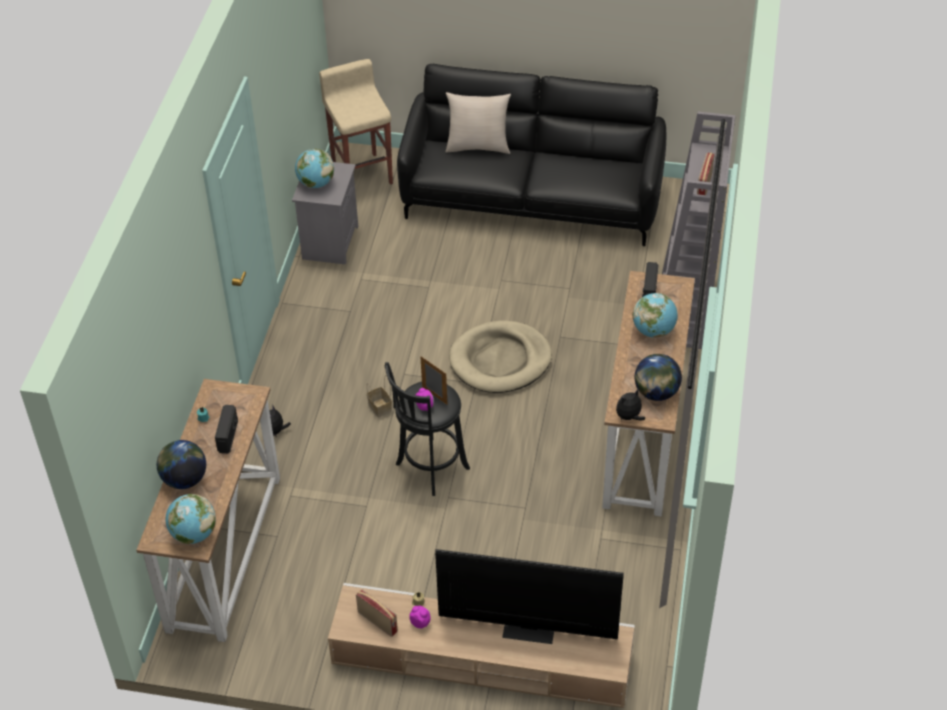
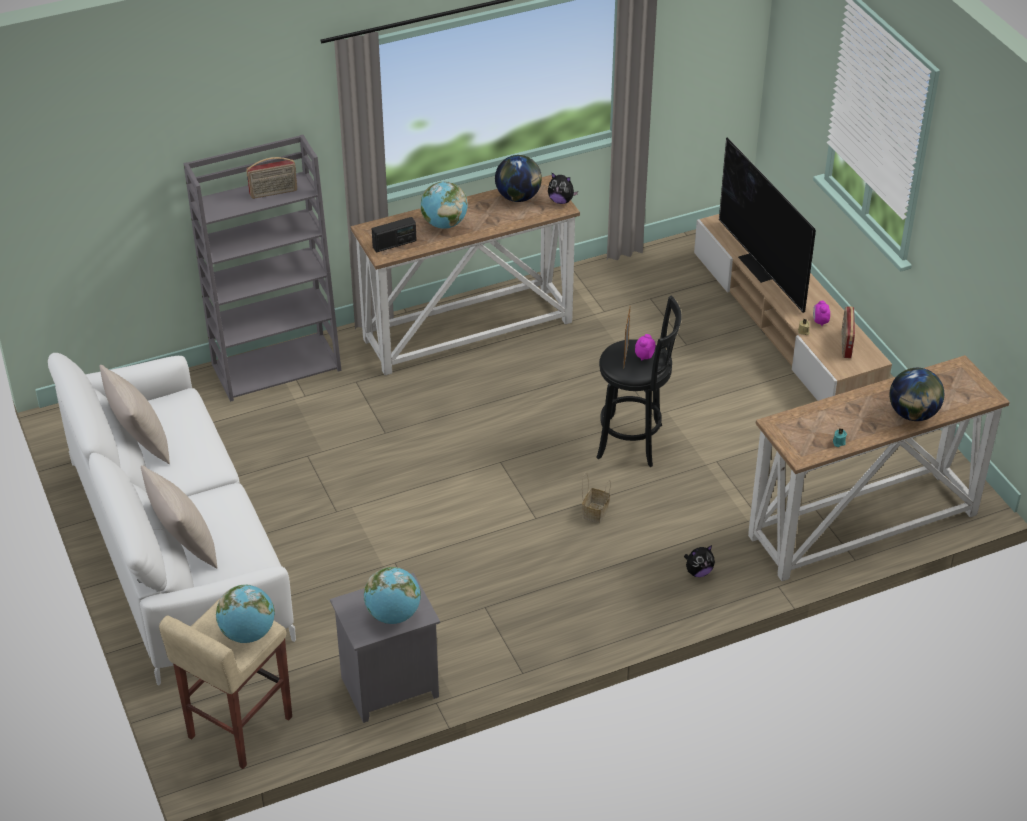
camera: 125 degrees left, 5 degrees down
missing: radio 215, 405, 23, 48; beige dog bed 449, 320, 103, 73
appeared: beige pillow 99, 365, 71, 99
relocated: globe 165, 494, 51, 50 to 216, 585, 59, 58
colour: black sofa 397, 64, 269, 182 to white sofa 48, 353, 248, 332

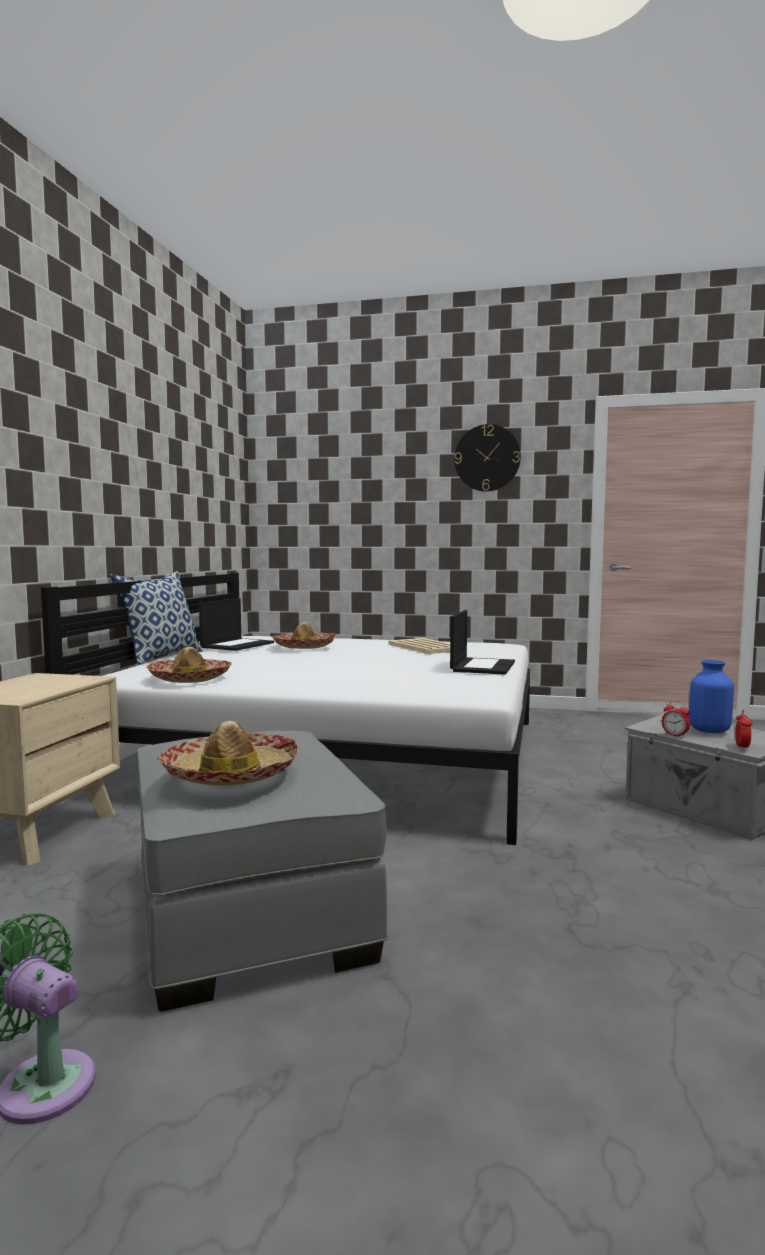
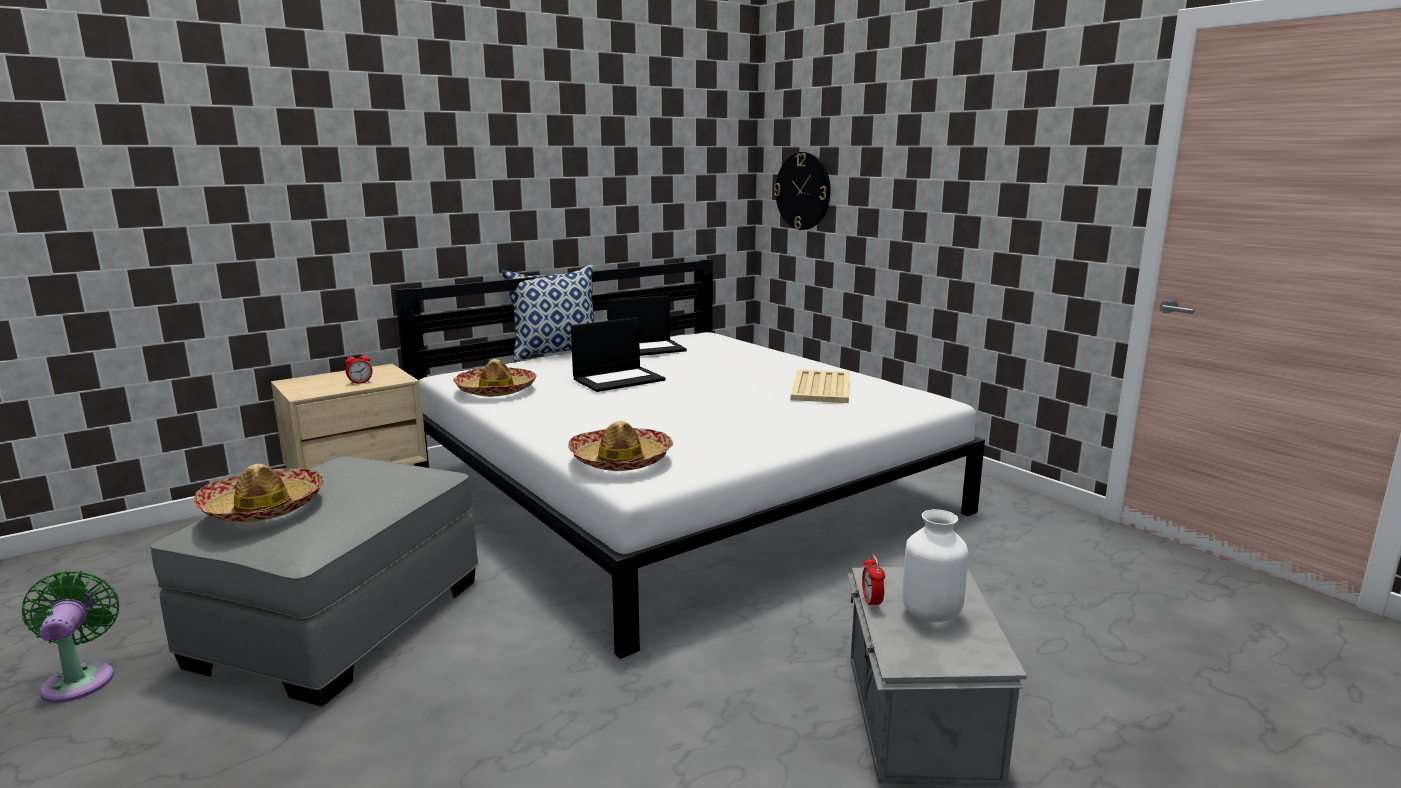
camera: 40 degrees right, 10 degrees up
relocated: hat 272, 622, 64, 27 to 568, 421, 105, 50; laptop 450, 610, 65, 65 to 571, 317, 95, 75; wall clock 454, 424, 67, 68 to 774, 152, 57, 78; alarm clock 735, 710, 17, 40 to 345, 351, 28, 34
colour: blue vase 689, 660, 45, 73 to white vase 902, 509, 67, 113

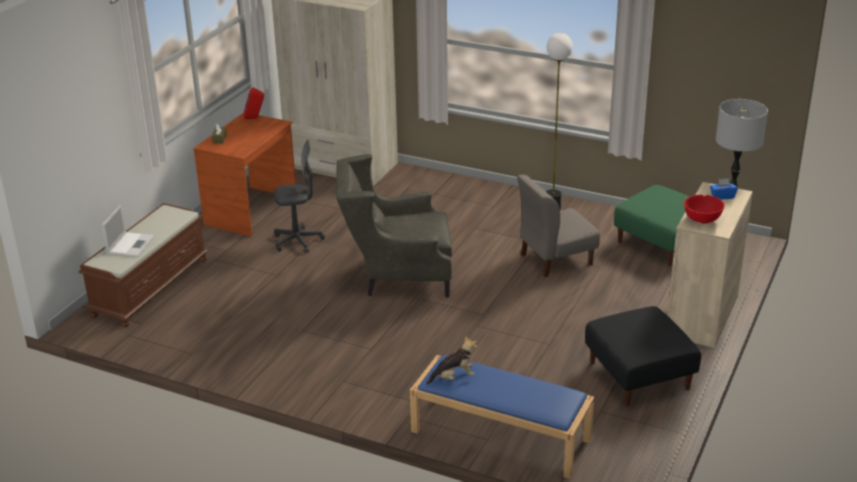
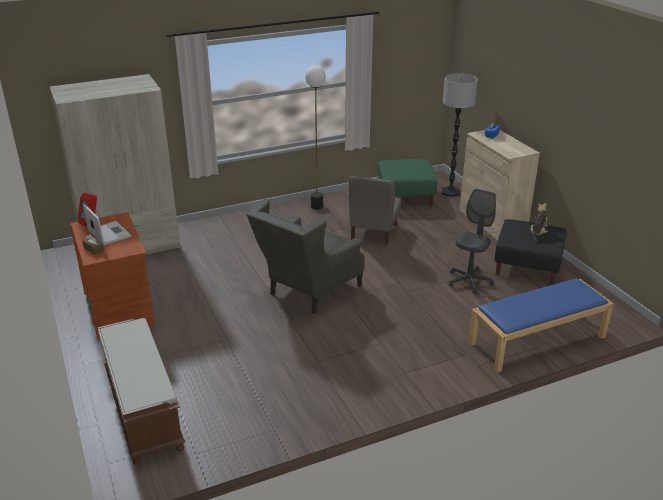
camera: 50 degrees left, 0 degrees up
missing: red bowl 684, 195, 41, 29
relocated: laptop 101, 205, 54, 52 to 83, 204, 48, 41; grey office chair 274, 140, 51, 114 to 449, 189, 47, 105; plush toy 426, 336, 51, 49 to 531, 202, 17, 41

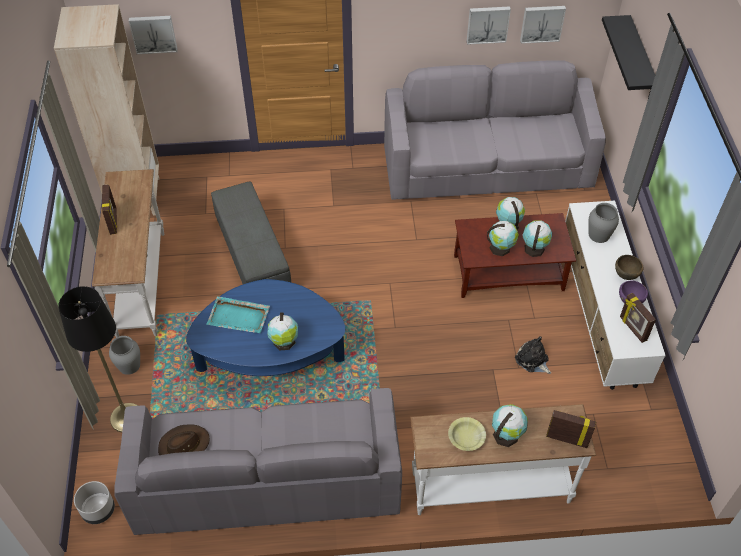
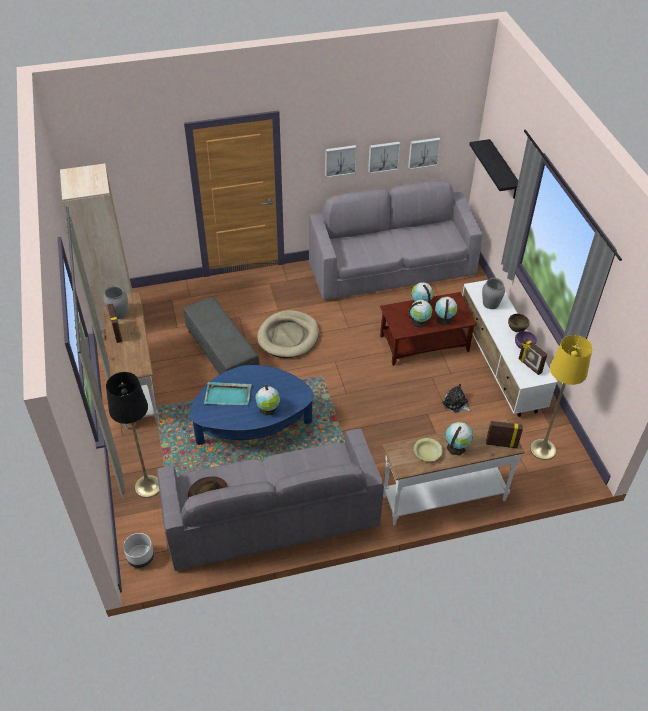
camera: 10 degrees left, 5 degrees down
appeared: beige dog bed 257, 310, 62, 48; yellow floor lamp 530, 335, 62, 125
relocated: grey vase 109, 336, 31, 39 to 103, 286, 25, 33; picture 129, 16, 49, 38 to 325, 145, 32, 33

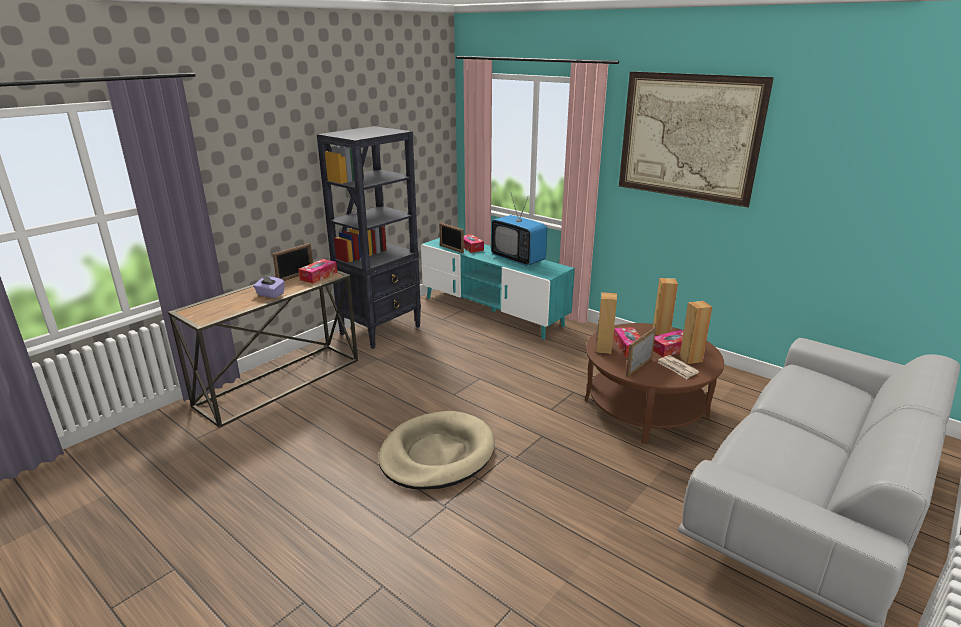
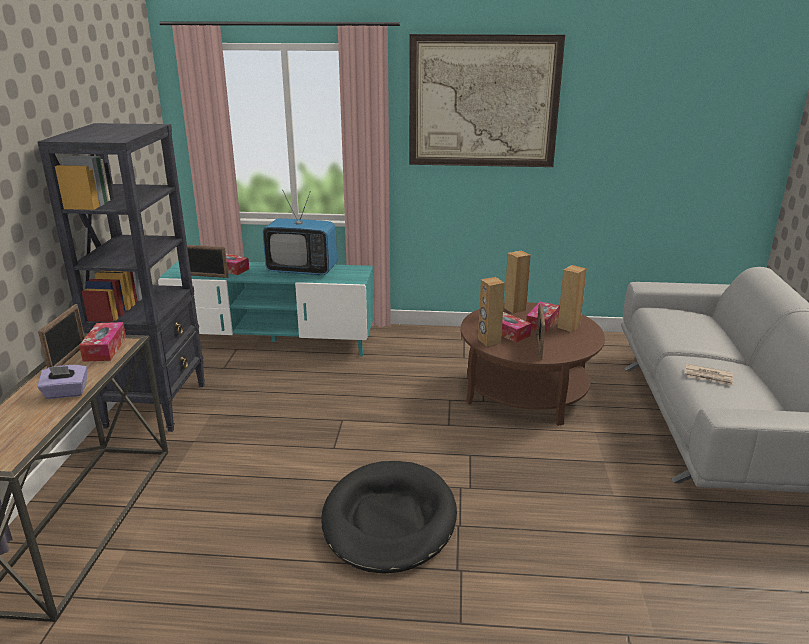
camera: 35 degrees left, 0 degrees up
relocated: newspaper 657, 355, 42, 24 to 685, 364, 49, 22
colour: beige dog bed 378, 411, 117, 78 to black dog bed 321, 461, 136, 113

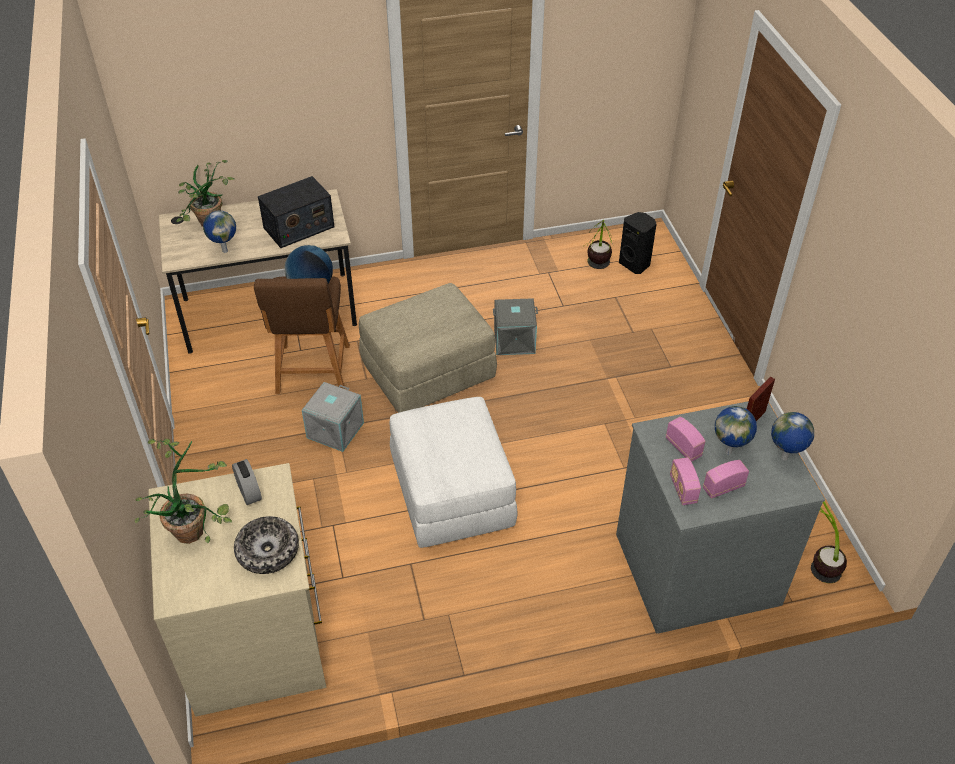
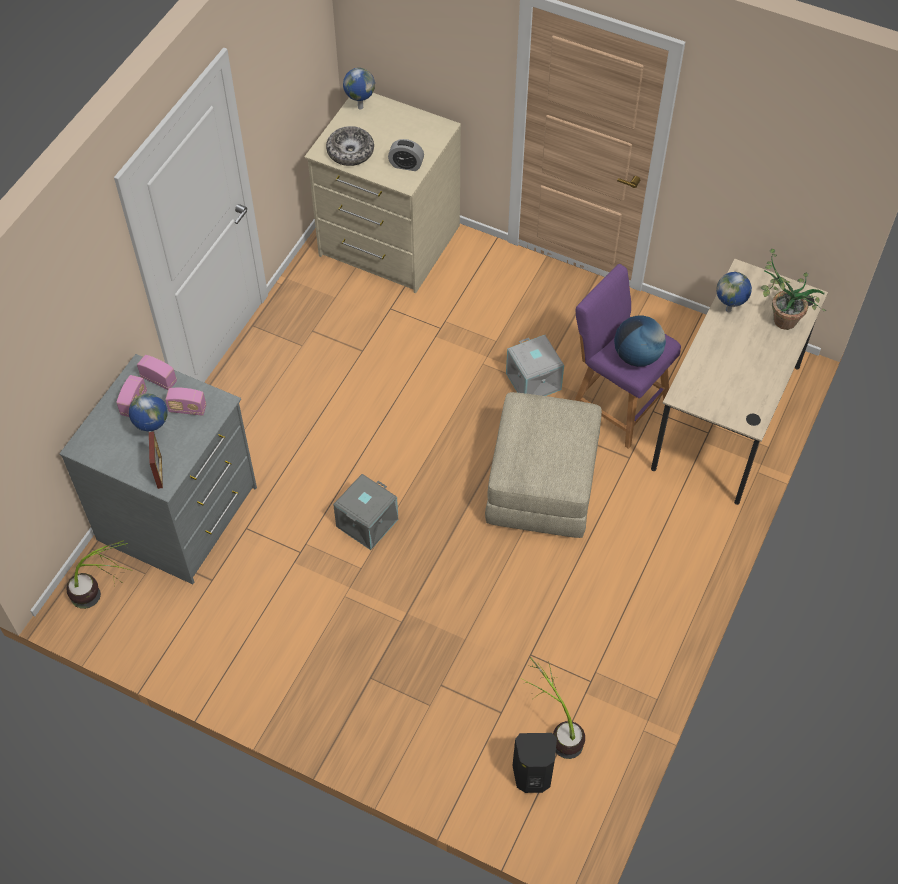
camera: 130 degrees right, 10 degrees up
missing: potted plant 135, 439, 97, 105; radio 258, 176, 77, 72; white ottoman 390, 397, 128, 151
relocated: grey storage box 493, 298, 45, 57 to 333, 474, 65, 76; globe 771, 412, 43, 49 to 343, 68, 32, 42
colour: brown stool 254, 276, 96, 118 to purple stool 575, 264, 106, 185

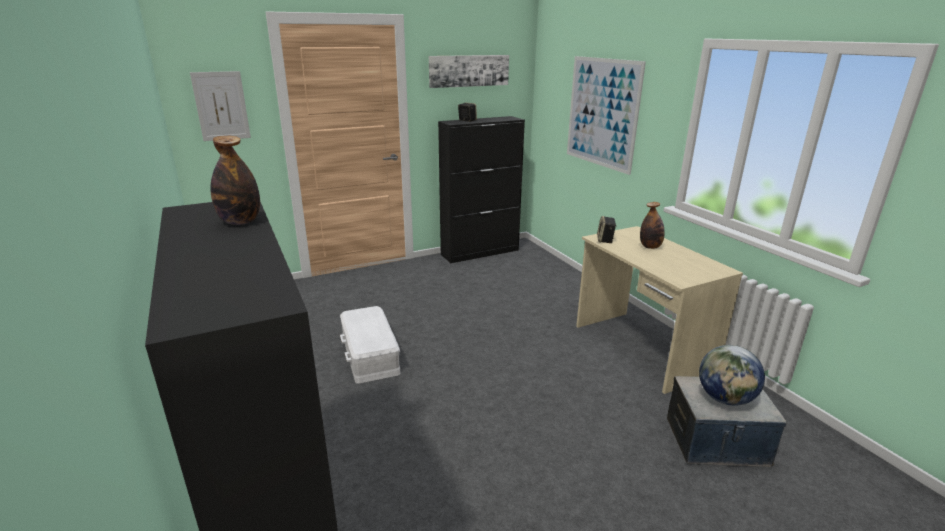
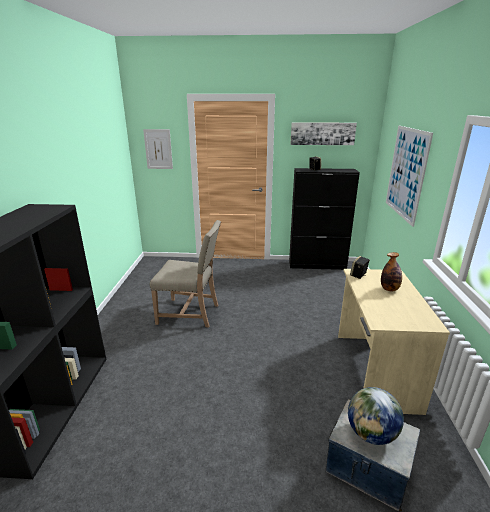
camera: 30 degrees right, 0 degrees up
missing: bottle 210, 136, 50, 89
exchanged: white storage box 340, 306, 60, 78 to beige chair 150, 220, 71, 107

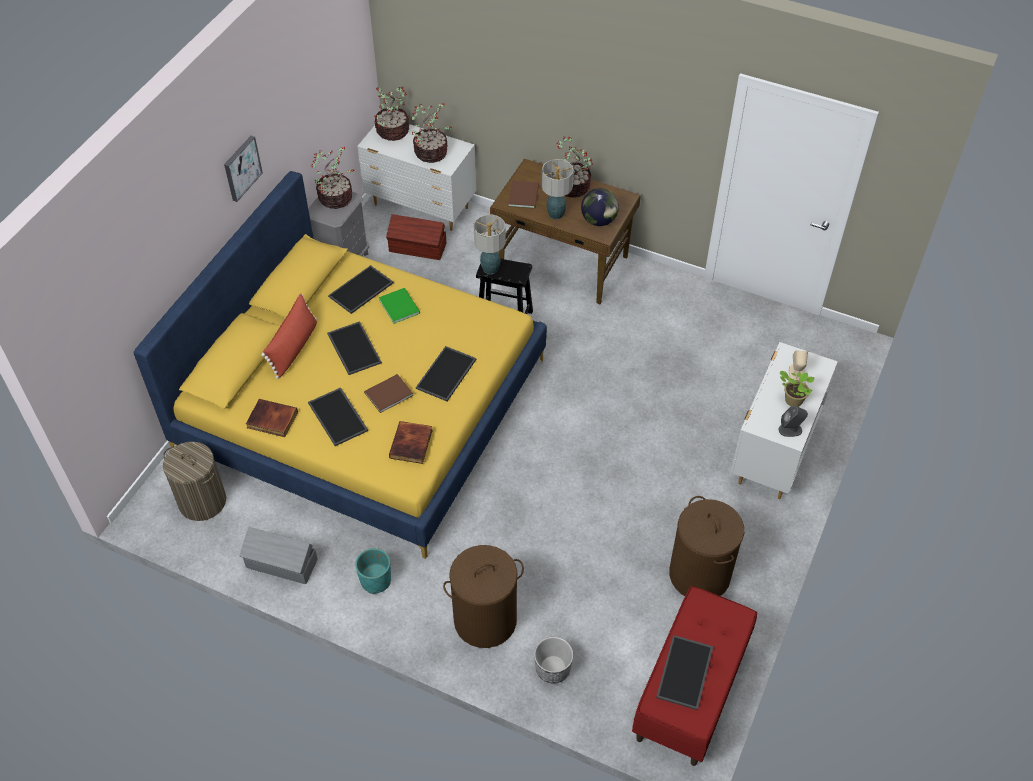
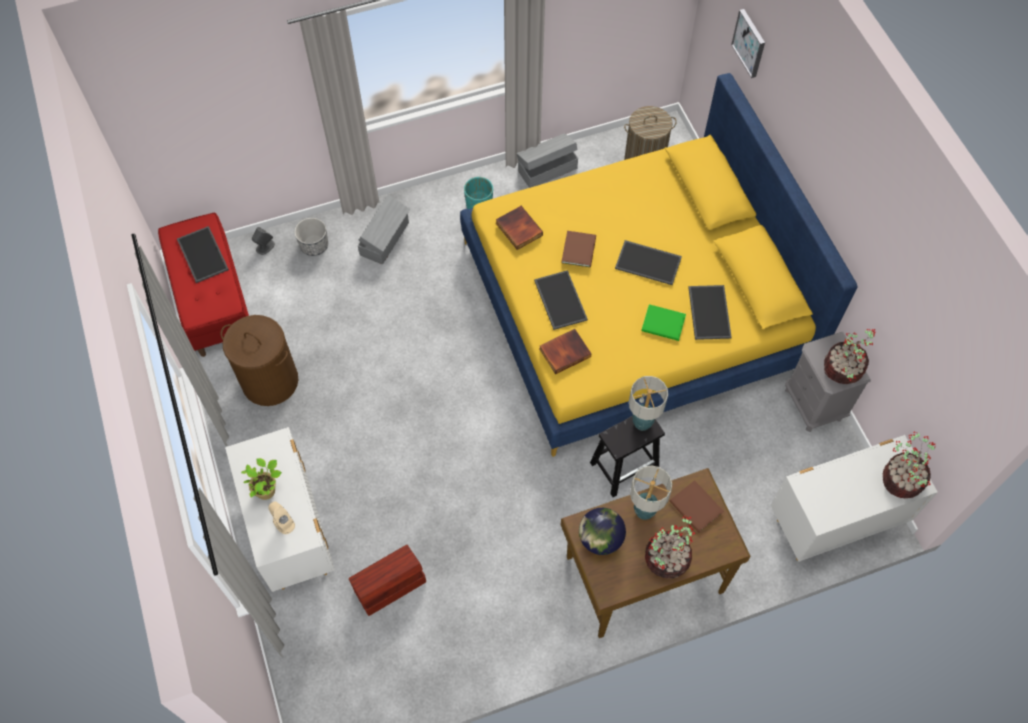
camera: 135 degrees right, 10 degrees up
missing: red pillow 261, 293, 56, 86; tray 308, 387, 60, 59; potted plant 411, 103, 41, 60
relocated: picture 224, 136, 39, 66 to 731, 9, 34, 69; book 246, 399, 52, 38 to 539, 329, 53, 45; brown storage box 386, 214, 60, 46 to 349, 545, 77, 71; grey speaker 779, 406, 29, 31 to 252, 227, 23, 28
exchanged: brown laundry basket 443, 545, 81, 103 to grey storage box 358, 195, 52, 70

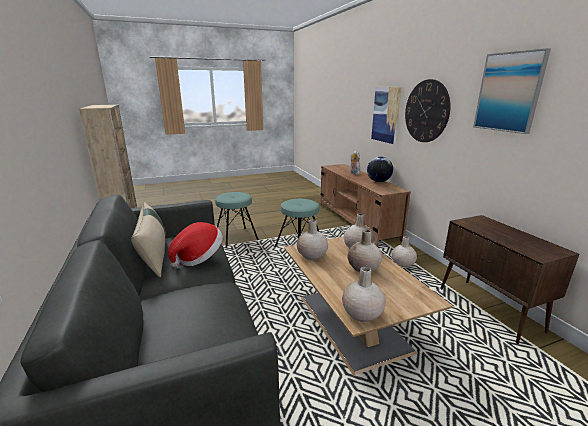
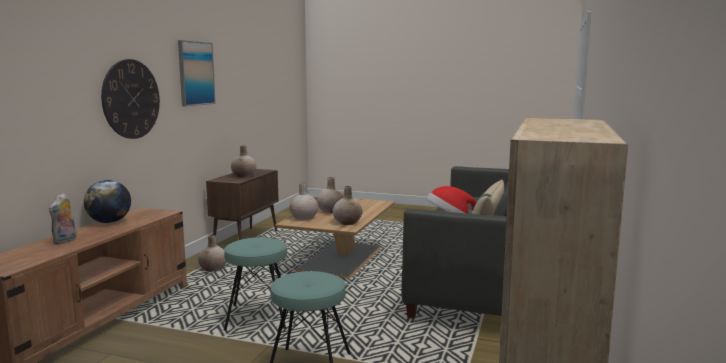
camera: 140 degrees left, 10 degrees down
missing: picture 371, 87, 31, 57
relocated: beige vase 342, 267, 44, 55 to 231, 145, 26, 33

